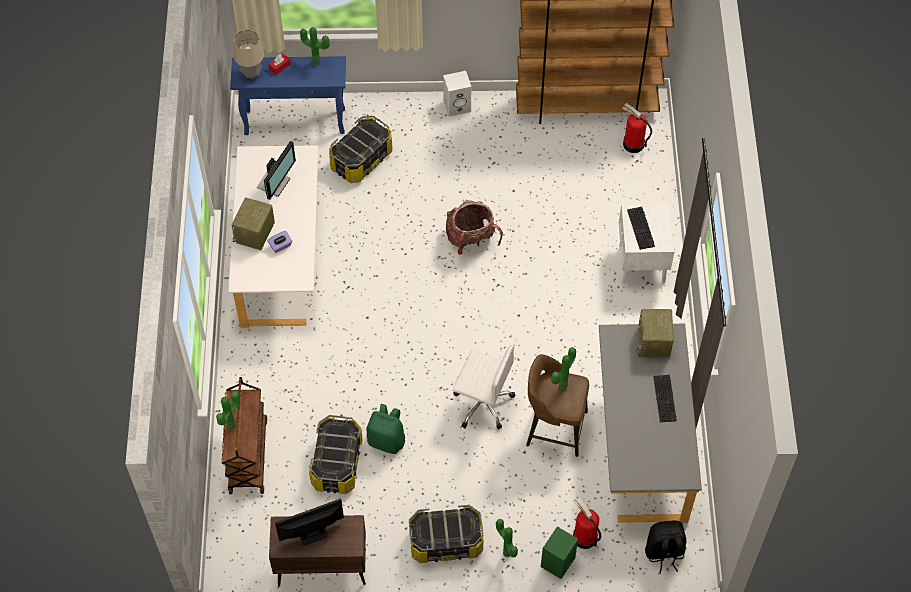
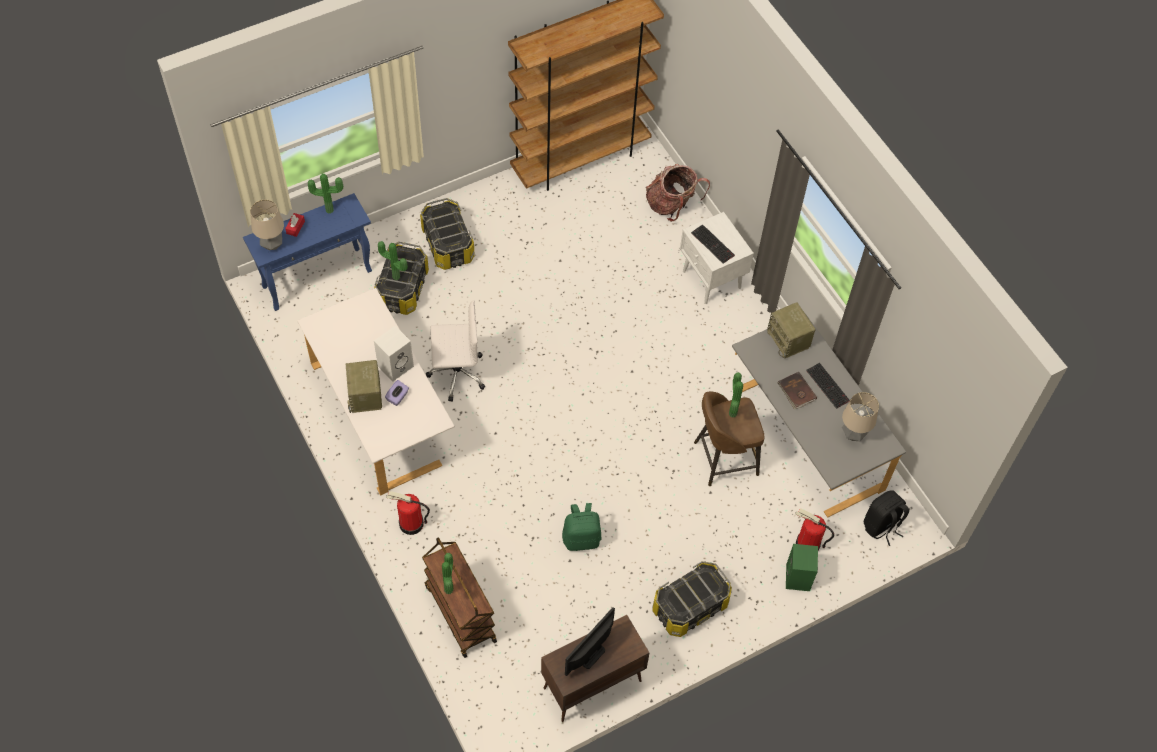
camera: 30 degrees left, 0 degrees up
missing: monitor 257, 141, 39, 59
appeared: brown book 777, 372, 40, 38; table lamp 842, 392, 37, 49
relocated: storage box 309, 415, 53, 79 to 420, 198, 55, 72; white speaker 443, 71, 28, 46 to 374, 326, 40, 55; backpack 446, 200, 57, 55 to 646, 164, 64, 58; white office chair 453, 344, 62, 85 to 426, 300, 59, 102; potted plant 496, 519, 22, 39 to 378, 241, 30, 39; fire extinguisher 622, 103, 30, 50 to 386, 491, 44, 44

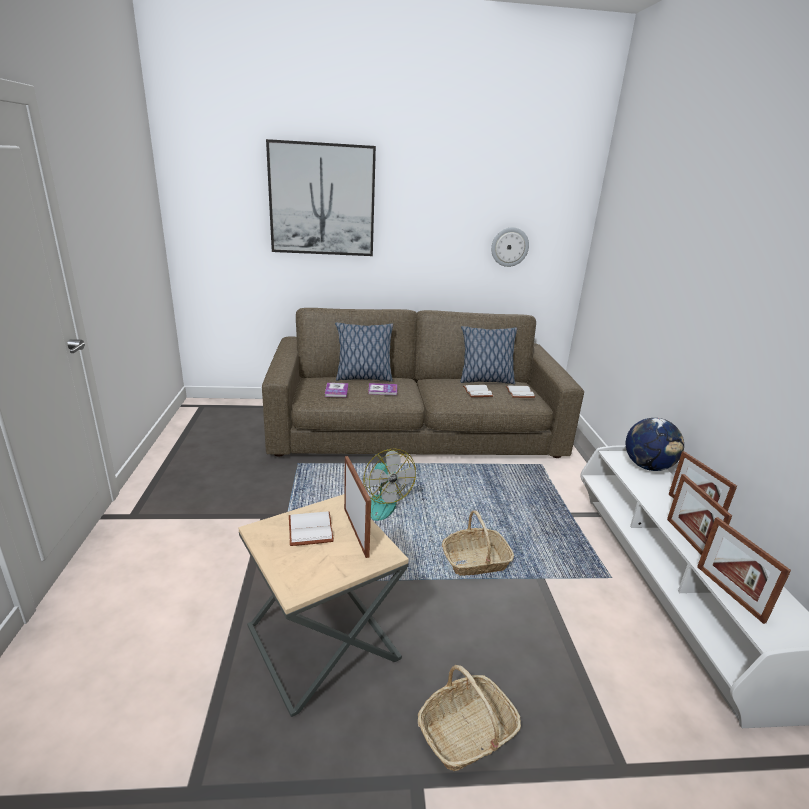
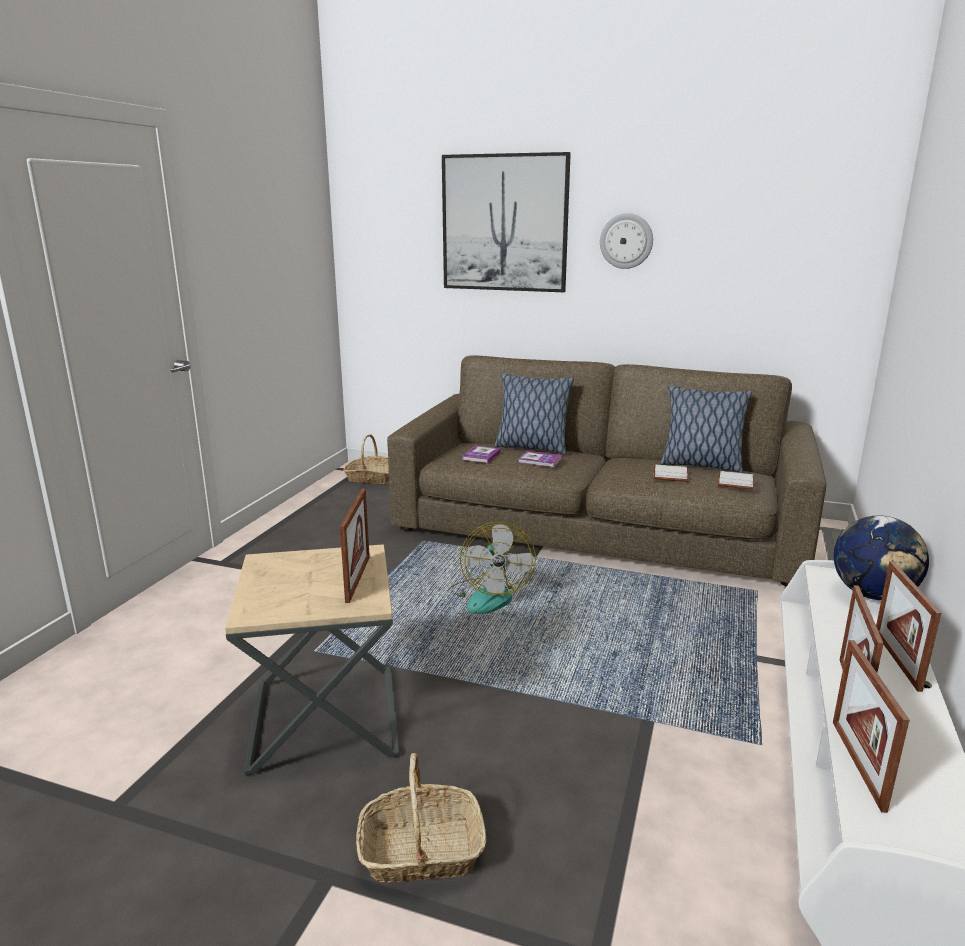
camera: 25 degrees right, 5 degrees down
missing: white book 289, 511, 45, 35
relocated: basket 442, 510, 72, 66 to 343, 434, 46, 50; wall clock 491, 227, 38, 40 to 600, 213, 53, 56

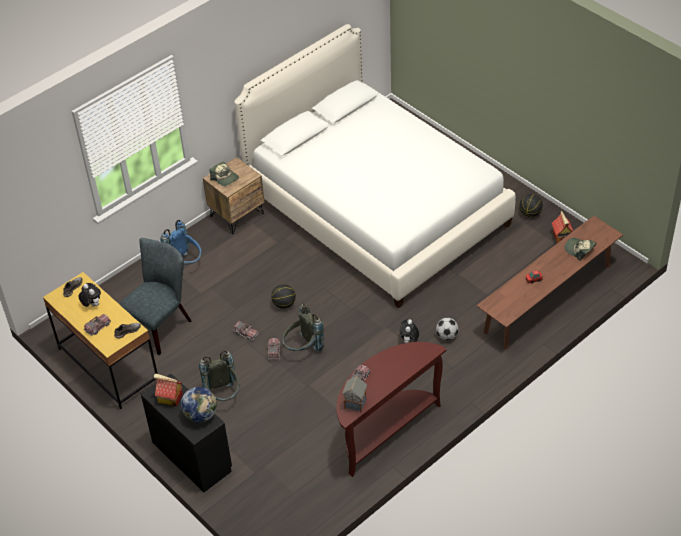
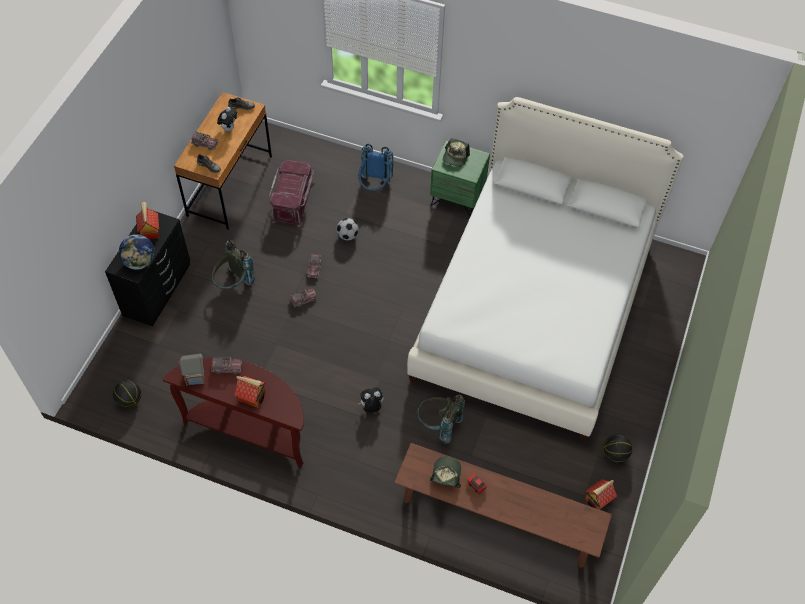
camera: 60 degrees right, 10 degrees up
appeared: toy house 235, 376, 30, 32
relocated: basketball 271, 284, 25, 25 to 113, 380, 28, 28; grey backpack 282, 303, 42, 49 to 417, 395, 48, 49; football 436, 318, 23, 22 to 337, 218, 22, 22; cap 564, 238, 32, 23 to 430, 457, 31, 31
exchanged: grey chair 118, 238, 74, 117 to red storage box 269, 160, 46, 67
colour: yellow desk 43, 272, 115, 137 to brown desk 174, 92, 98, 138; brown nightstand 203, 157, 62, 77 to green nightstand 430, 140, 60, 76

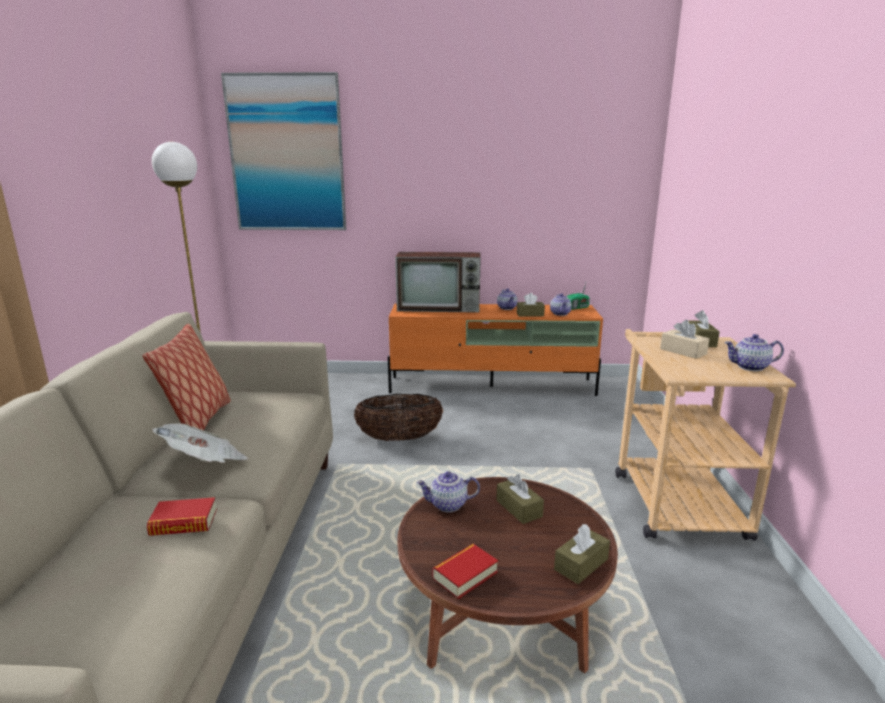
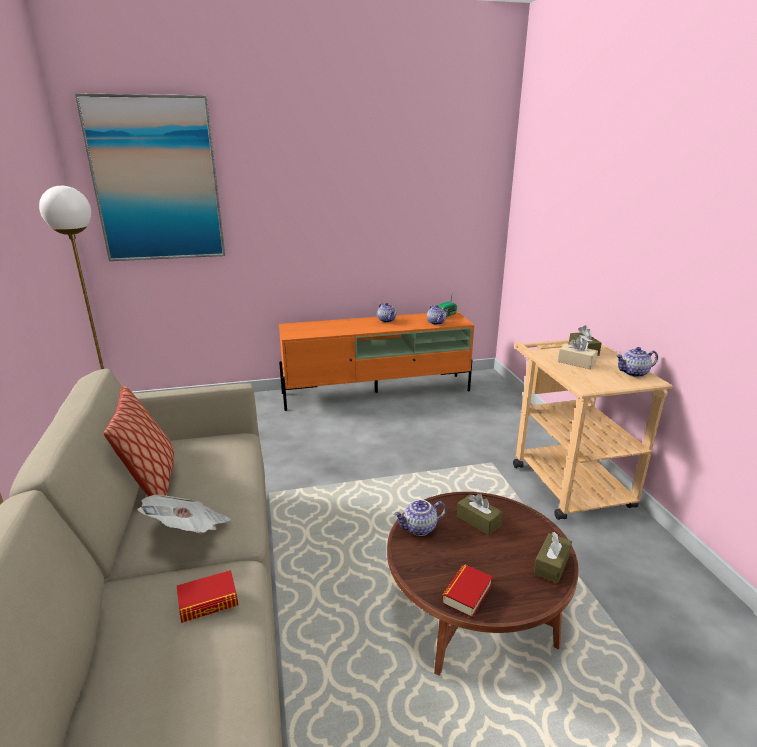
camera: 15 degrees left, 5 degrees up
missing: basket 354, 394, 89, 47; television 395, 252, 86, 61; brown tissue box 517, 293, 28, 23

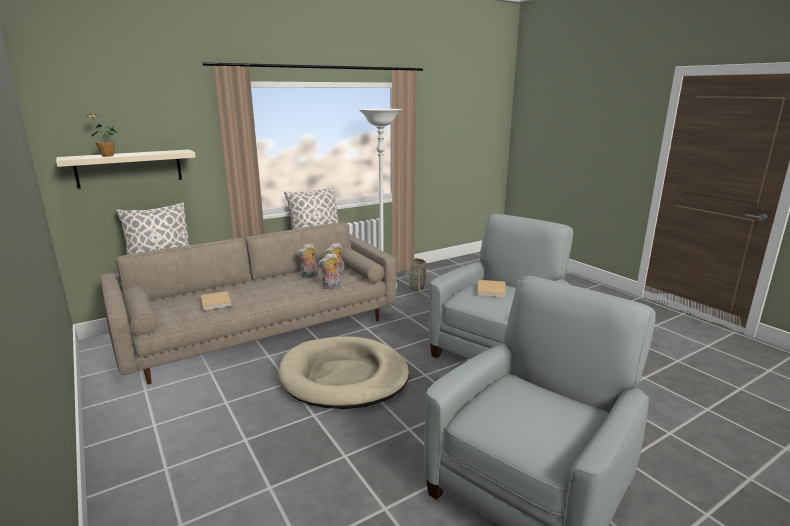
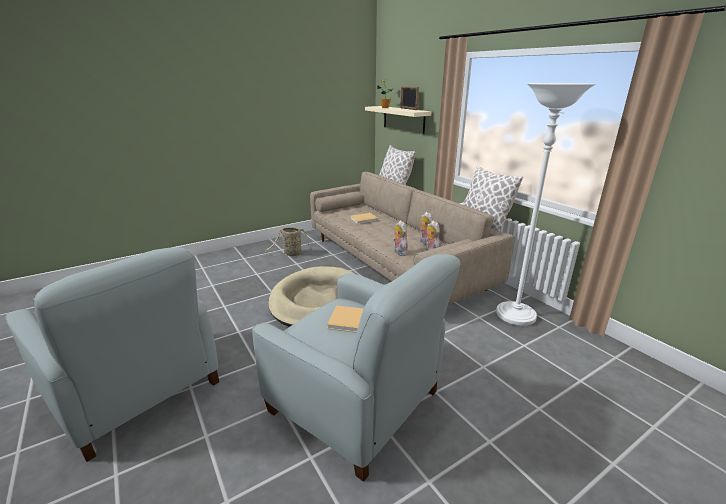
camera: 90 degrees right, 5 degrees up
appeared: picture frame 400, 86, 19, 24
relocated: basket 403, 258, 24, 38 to 265, 227, 47, 29

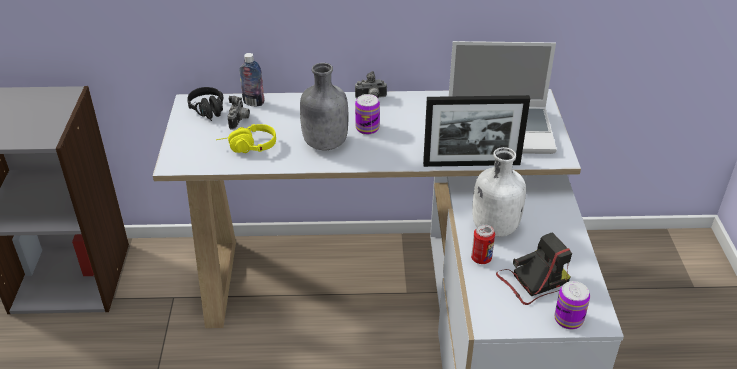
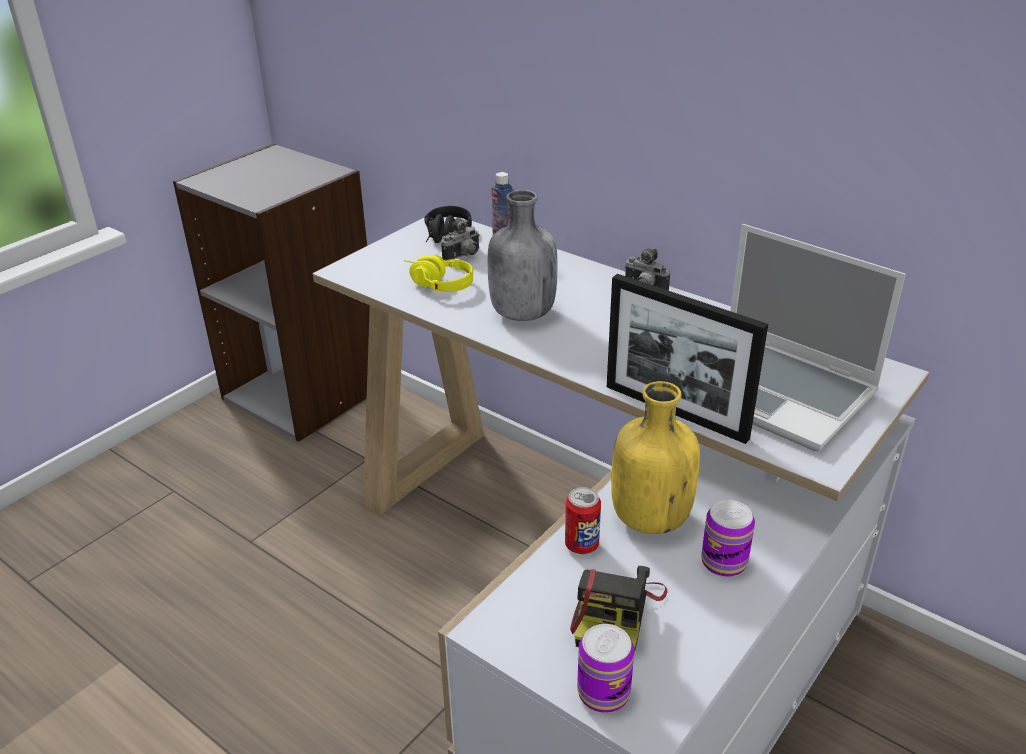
camera: 40 degrees right, 5 degrees down
relocated: can 355, 94, 25, 41 to 701, 500, 54, 77
colour: white bottle 472, 147, 54, 90 to yellow bottle 611, 381, 89, 153
spun: photo camera 496, 232, 76, 73 = 570, 566, 97, 86 90 degrees clockwise

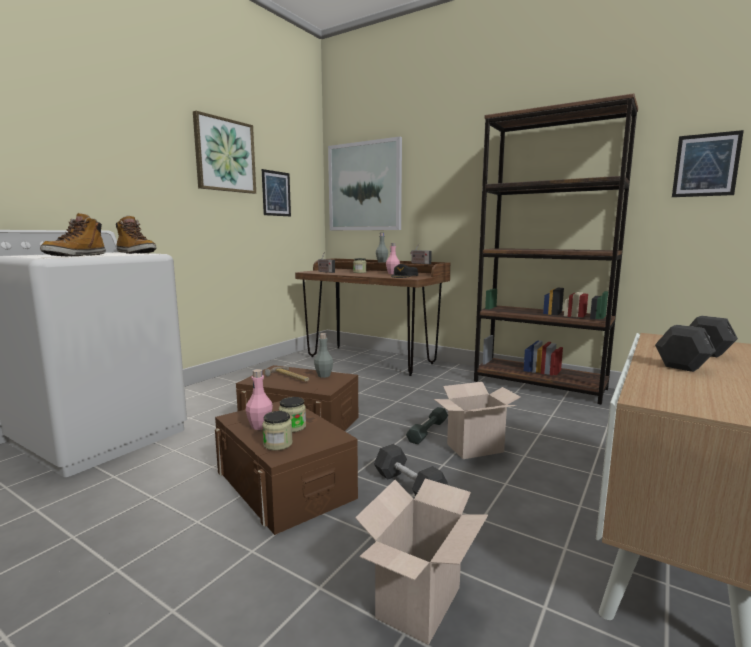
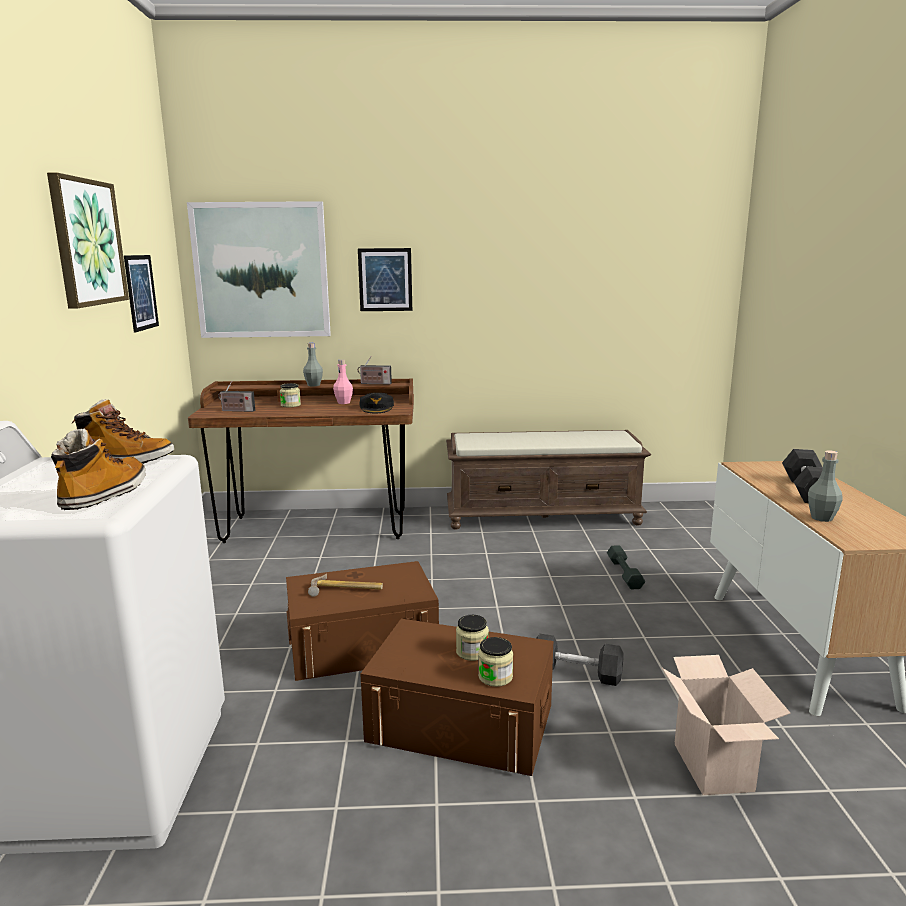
camera: 35 degrees left, 5 degrees up
missing: pink bottle 246, 369, 27, 61; cardboard box 434, 382, 86, 77
relocated: grey bottle 314, 333, 19, 45 to 808, 450, 35, 72; grey dumbbell 406, 407, 42, 37 to 607, 545, 38, 44; picture 672, 130, 72, 67 to 358, 248, 54, 63
exchanged: brown bookcase 474, 93, 164, 312 to brown bench 446, 430, 205, 100
spun: boot 40, 213, 66, 44 = 51, 428, 94, 82 150 degrees counterclockwise

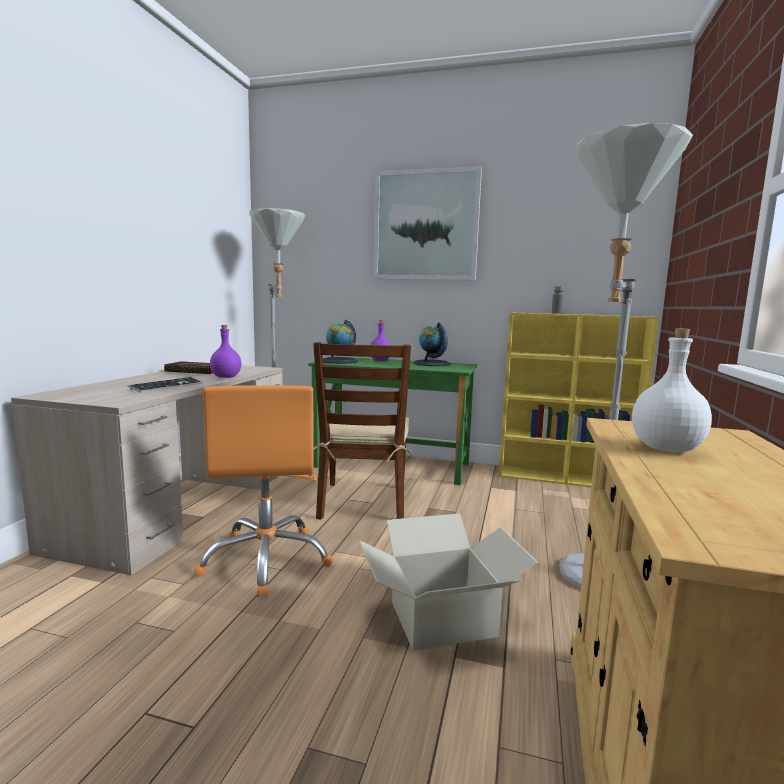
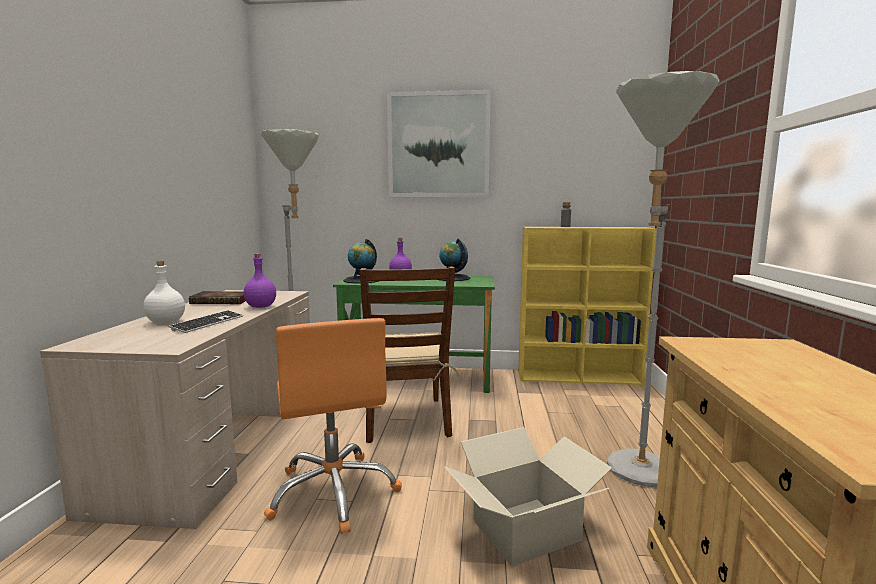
camera: 10 degrees left, 0 degrees up
relocated: white bottle 632, 328, 80, 124 to 143, 261, 42, 63

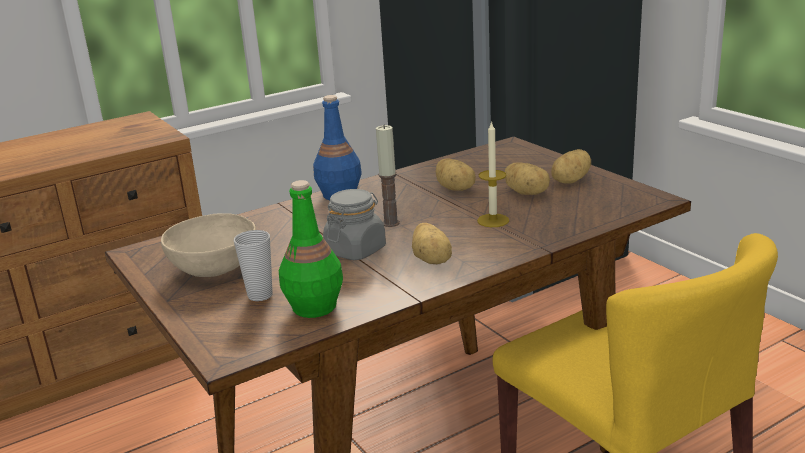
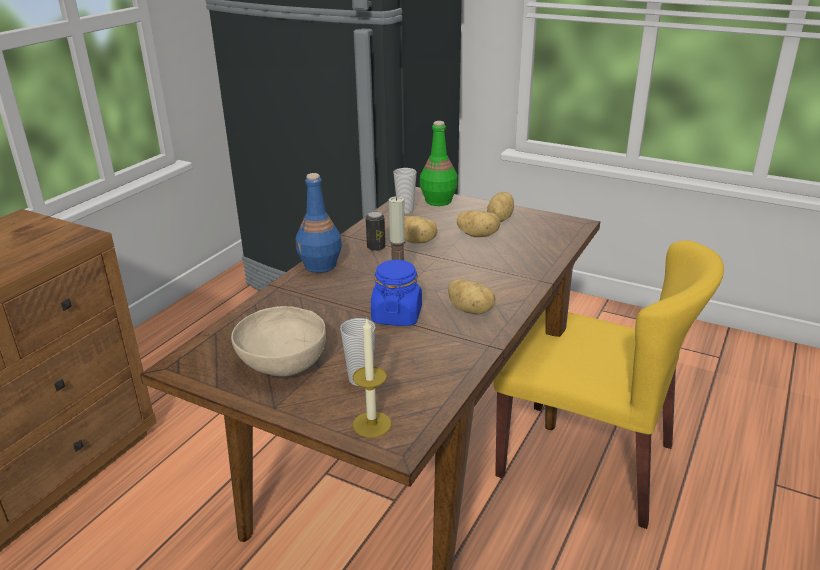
camera: 30 degrees left, 5 degrees up
appeared: can 366, 211, 19, 40; cup 393, 168, 24, 46
relocated: green bottle 279, 180, 64, 138 to 420, 121, 38, 85; candle 477, 121, 32, 106 to 353, 317, 38, 121
colour: grey jar 323, 189, 63, 71 to blue jar 371, 260, 51, 66

